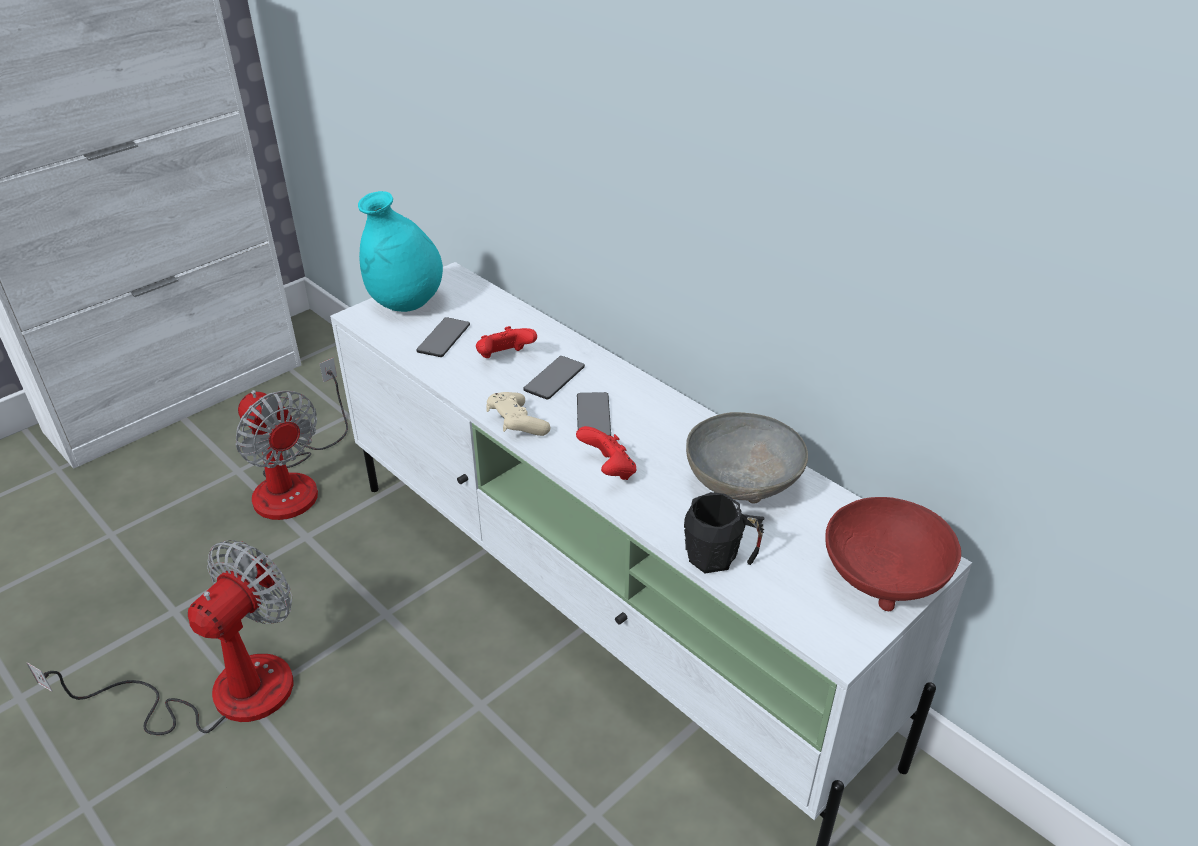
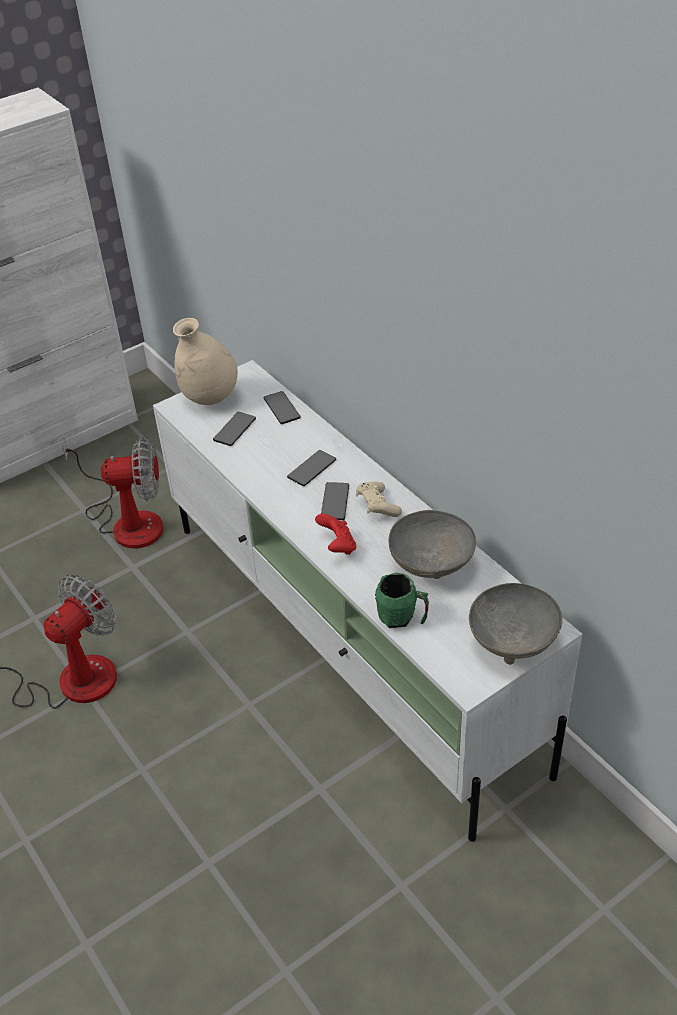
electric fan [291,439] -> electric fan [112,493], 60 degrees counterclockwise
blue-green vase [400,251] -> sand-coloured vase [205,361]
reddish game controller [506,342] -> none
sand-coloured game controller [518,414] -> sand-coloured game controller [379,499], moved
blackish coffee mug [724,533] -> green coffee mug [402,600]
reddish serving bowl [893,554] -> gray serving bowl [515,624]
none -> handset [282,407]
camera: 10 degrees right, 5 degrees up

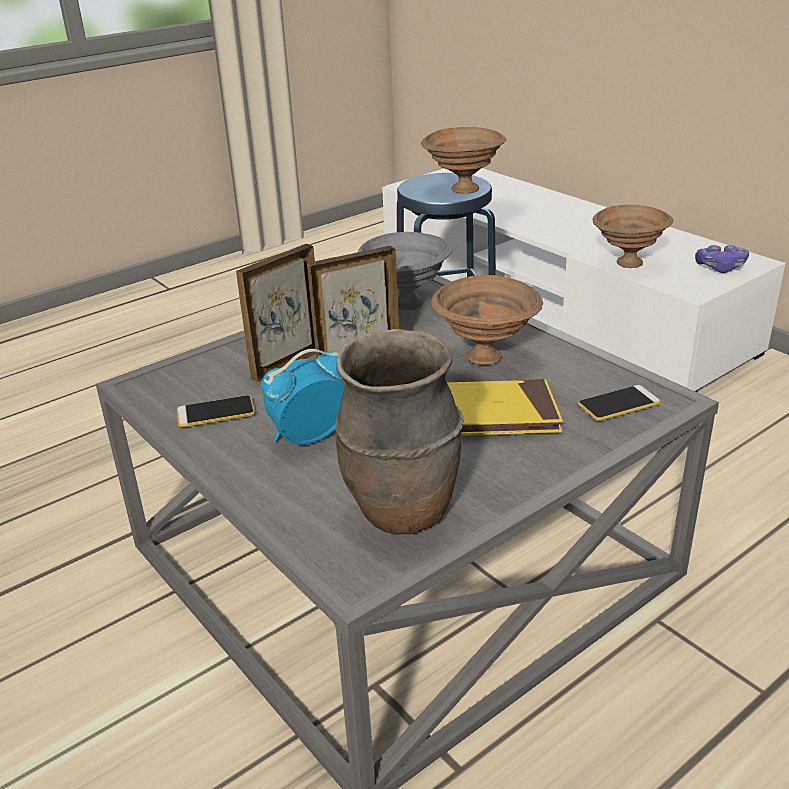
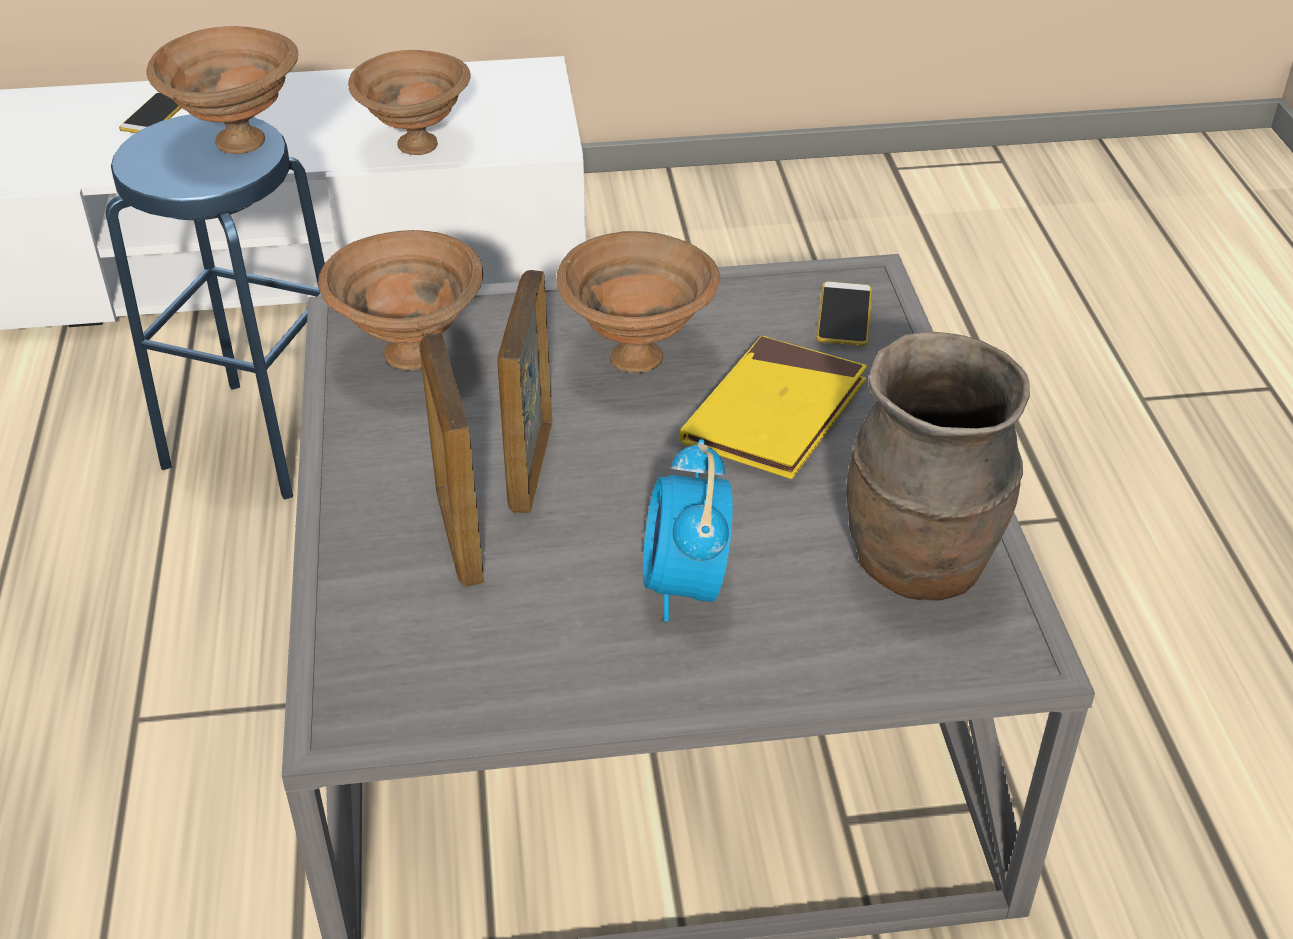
handset [216,411] -> handset [150,113], moved
gray serving bowl [405,271] -> brown serving bowl [400,300]
purple game controller [722,259] -> none
camera: 60 degrees left, 10 degrees up

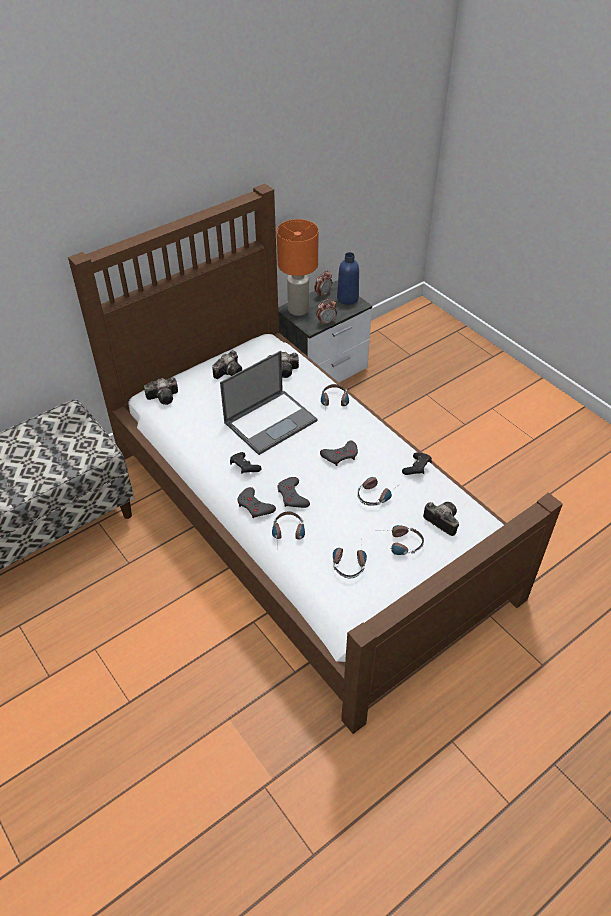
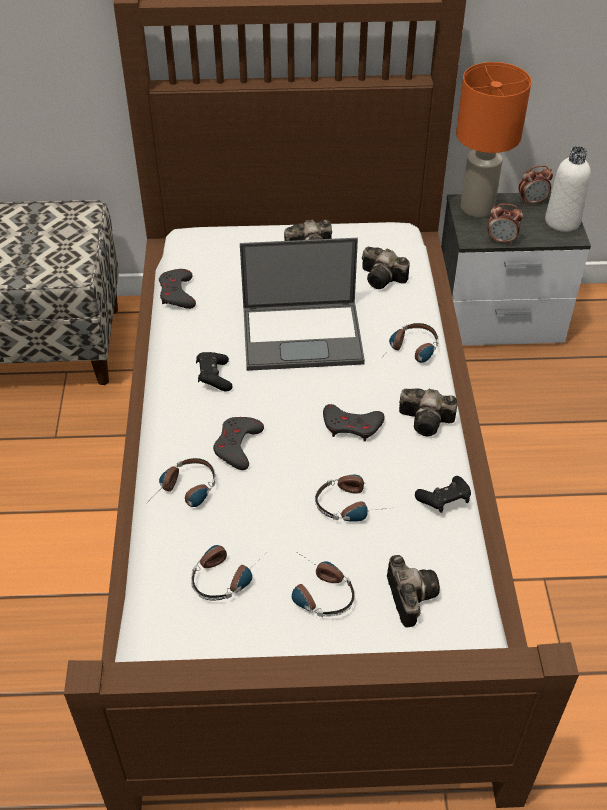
still camera [161,391] -> still camera [428,412], moved
gray game controller [256,502] -> gray game controller [177,289], moved
blue-coloured beverage bottle [348,278] -> whitish beverage bottle [568,189]
camera: 35 degrees right, 0 degrees up

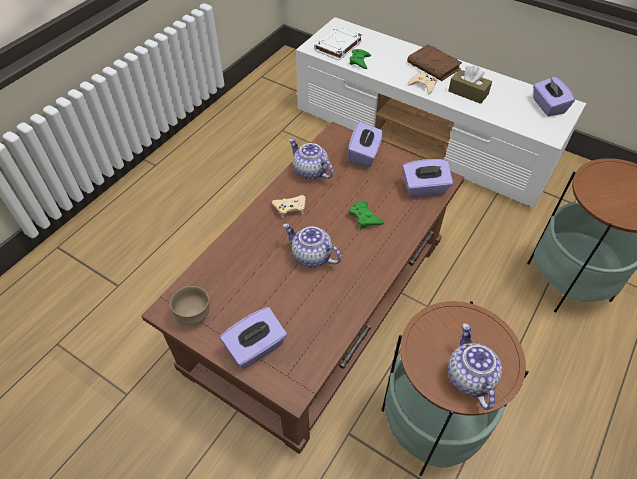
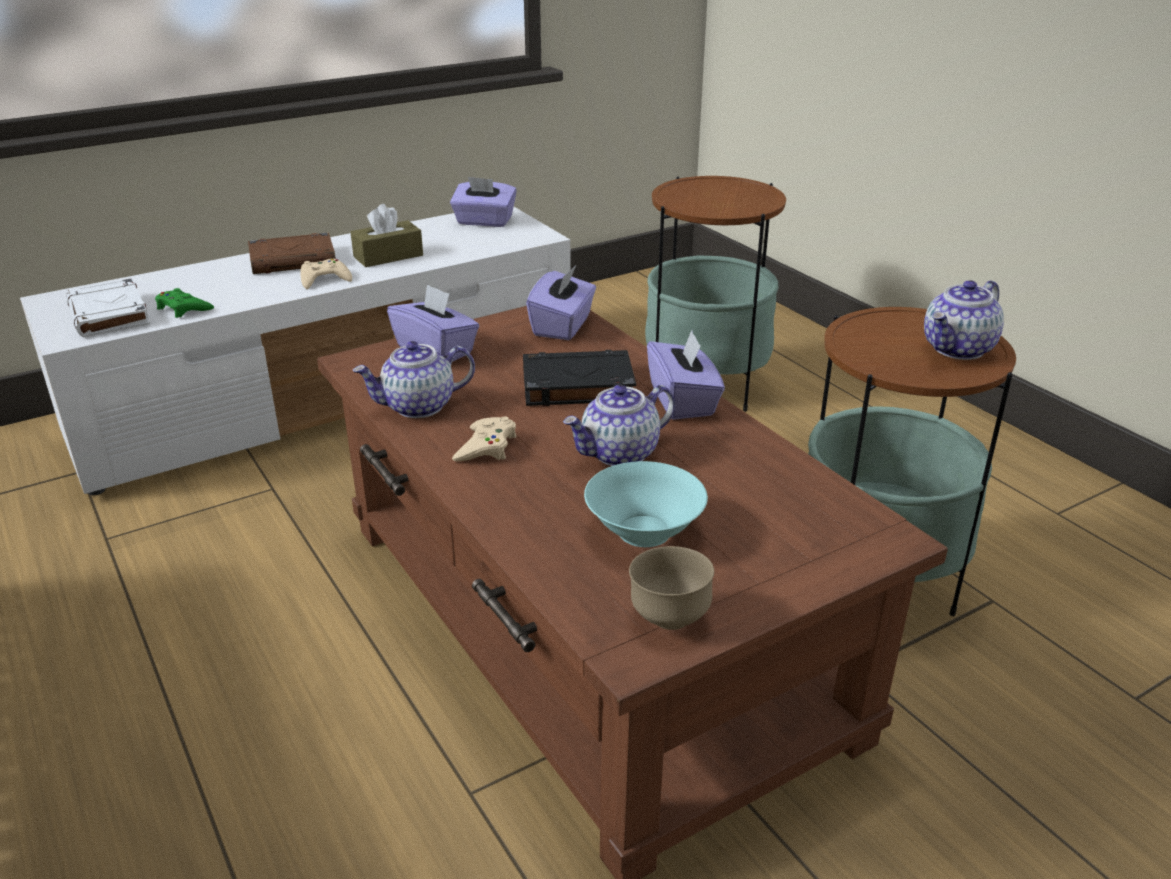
purple tissue holder [253,338] -> purple tissue holder [686,375], moved
green game controller [366,215] -> blackish volume [579,378]
tea pot [475,366] -> tea pot [964,320], 60 degrees counterclockwise
none -> blue-green serving bowl [646,504]
camera: 65 degrees left, 20 degrees down

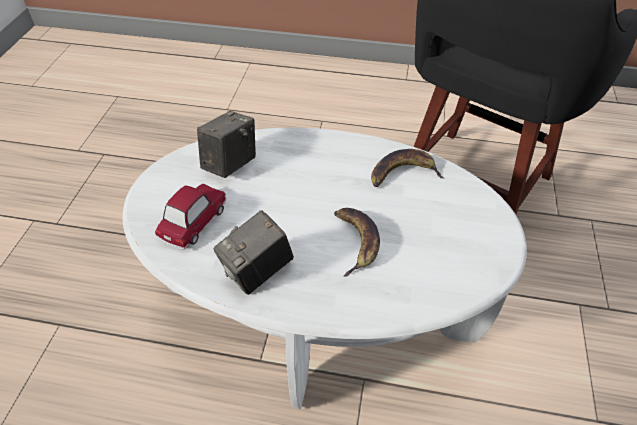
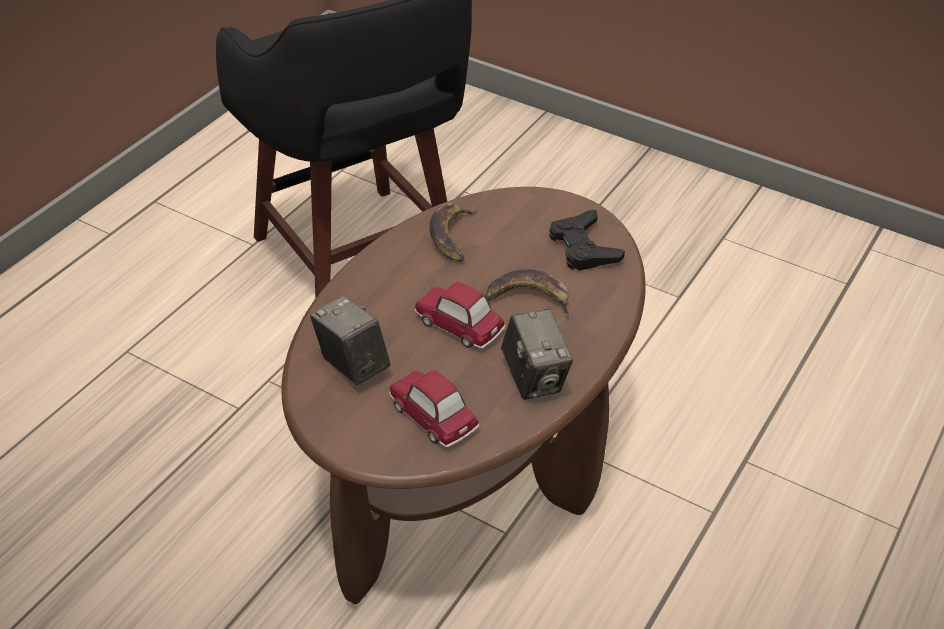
whitish lounge table [325,268] -> brown lounge table [464,395]
none -> model car [460,315]
none -> blackish game controller [587,240]
camera: 70 degrees left, 5 degrees down

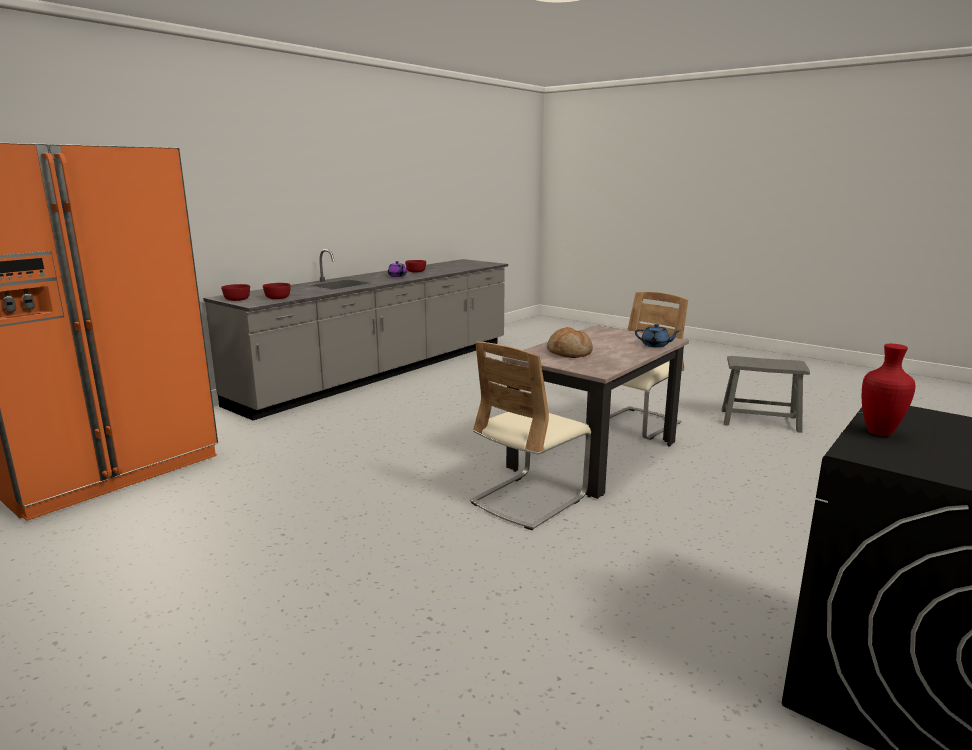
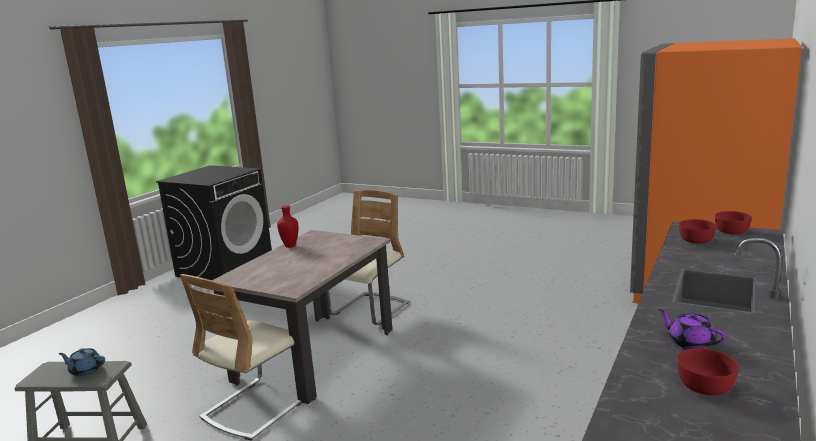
bread [570,342] -> none
blue-coloured tea pot [657,335] -> blue-coloured tea pot [82,362], moved
reddish vase [889,390] -> reddish vase [287,226], moved
camera: 170 degrees right, 0 degrees up

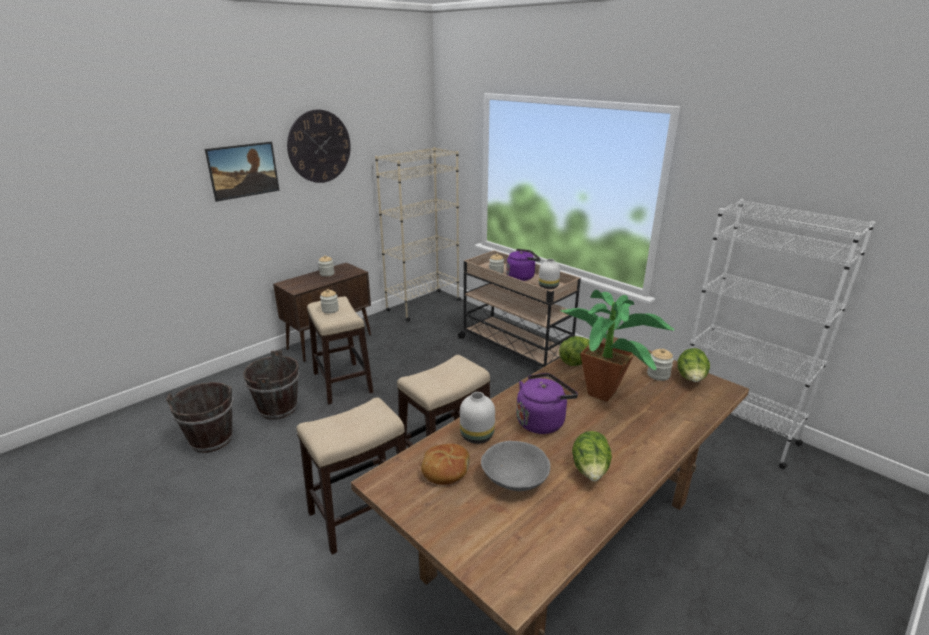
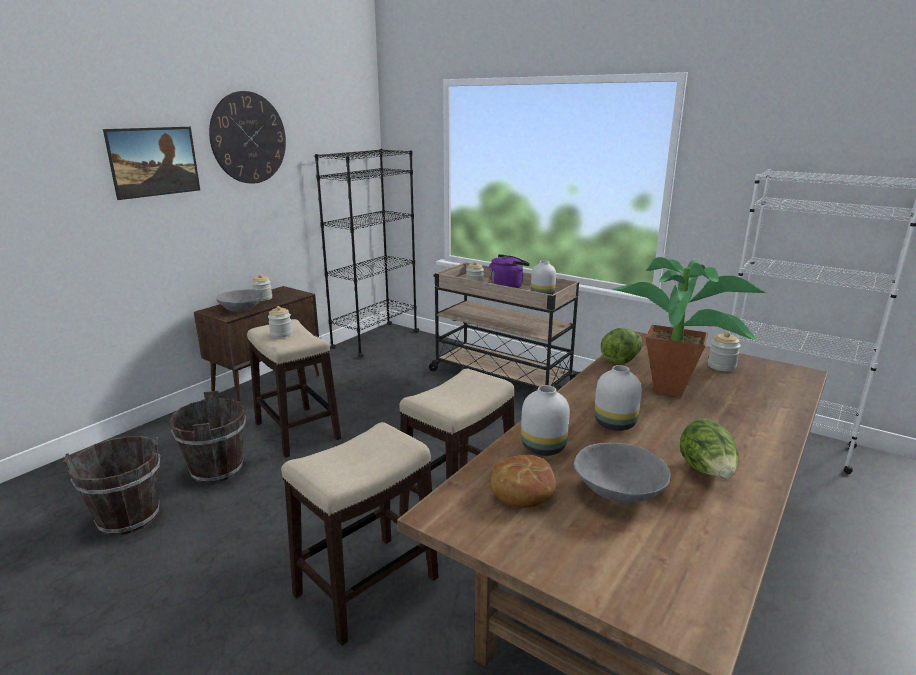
sand-coloured bookcase [418,234] -> blackish bookcase [367,253]
purple tea kettle [547,403] -> whitish vase [618,398]
head of lettuce [693,365] -> none
none -> gray serving bowl [240,300]
camera: 10 degrees left, 5 degrees down

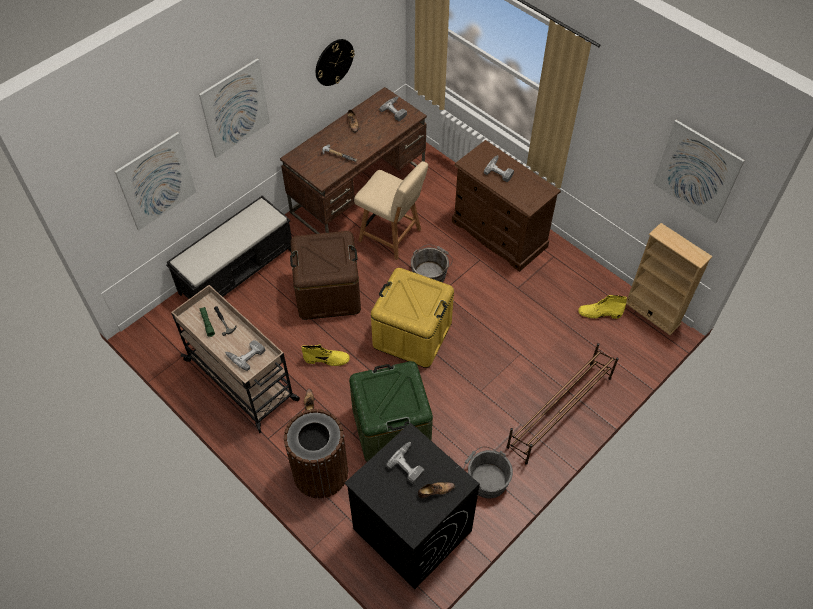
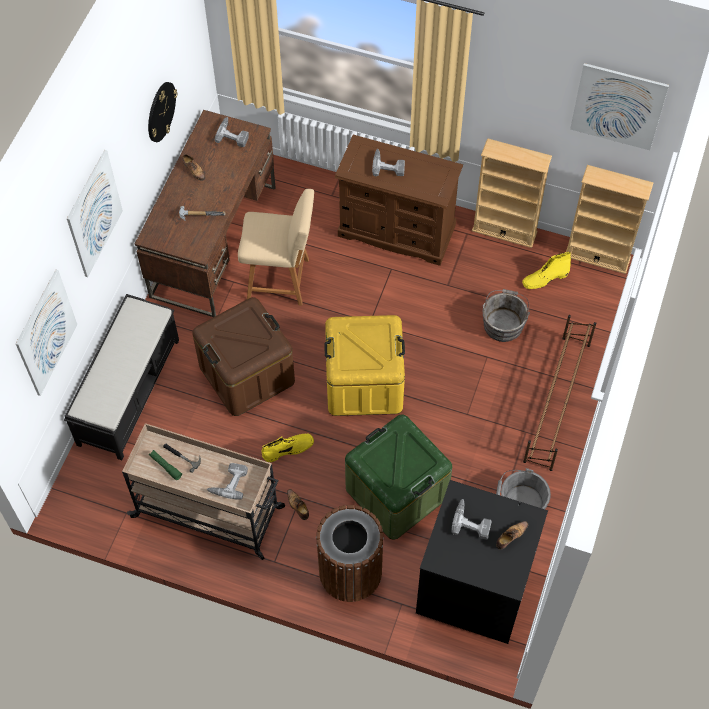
gray water bucket [432,263] -> gray water bucket [506,315], moved
none -> sand-coloured bookcase [512,193]
camera: 25 degrees left, 5 degrees up

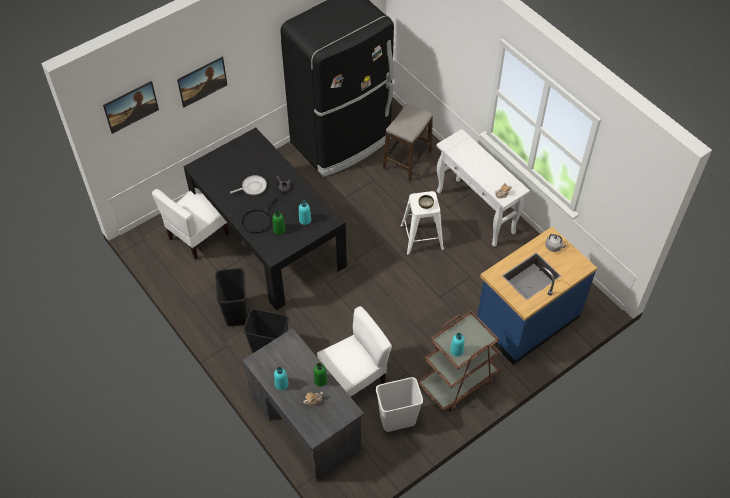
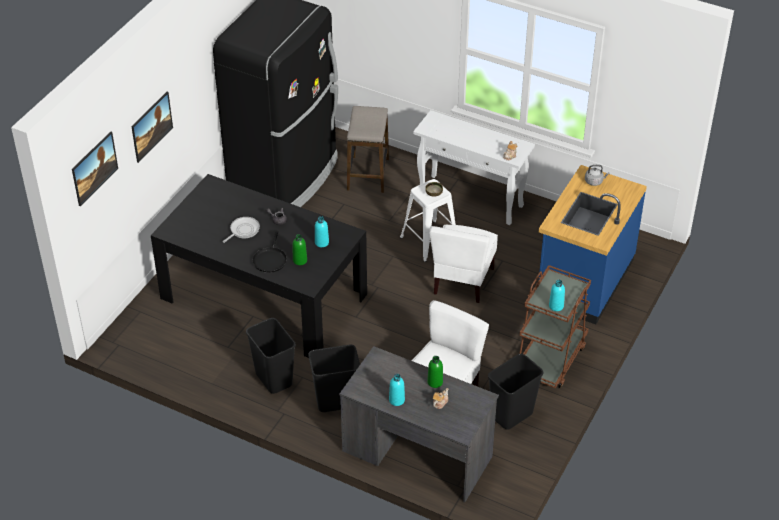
whitish chair [190,223] -> whitish chair [463,264], moved
whitish trash can [399,404] -> blackish trash can [515,392]
camera: 25 degrees left, 10 degrees down

